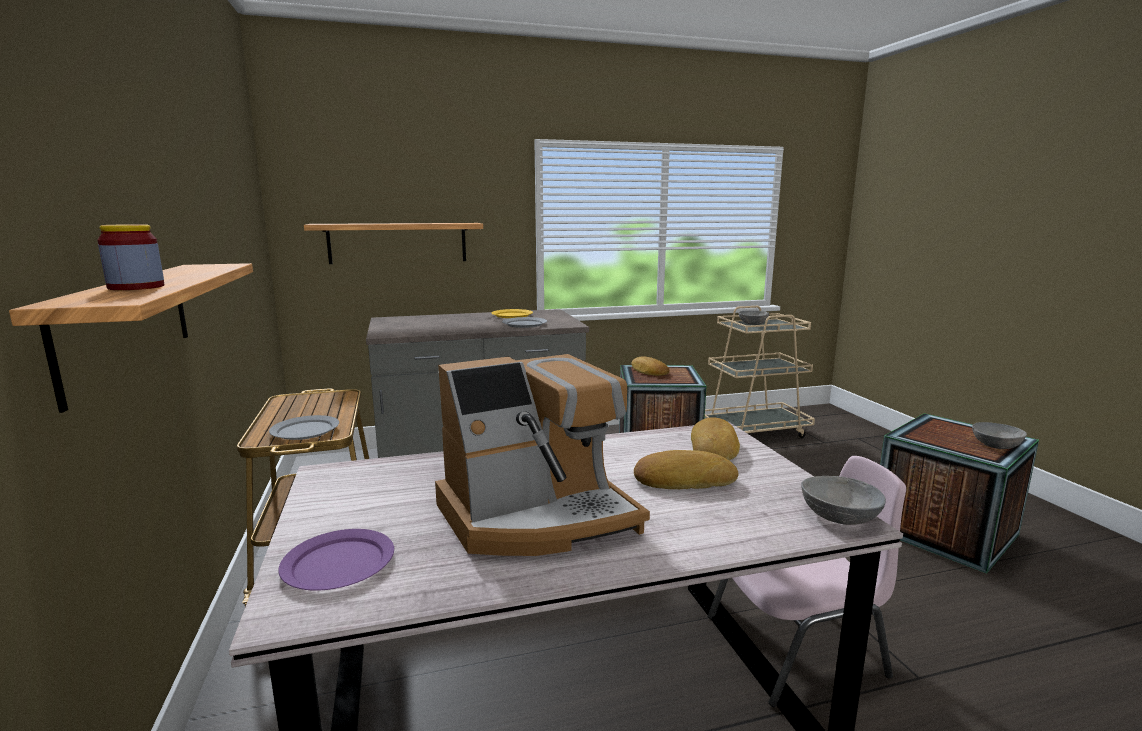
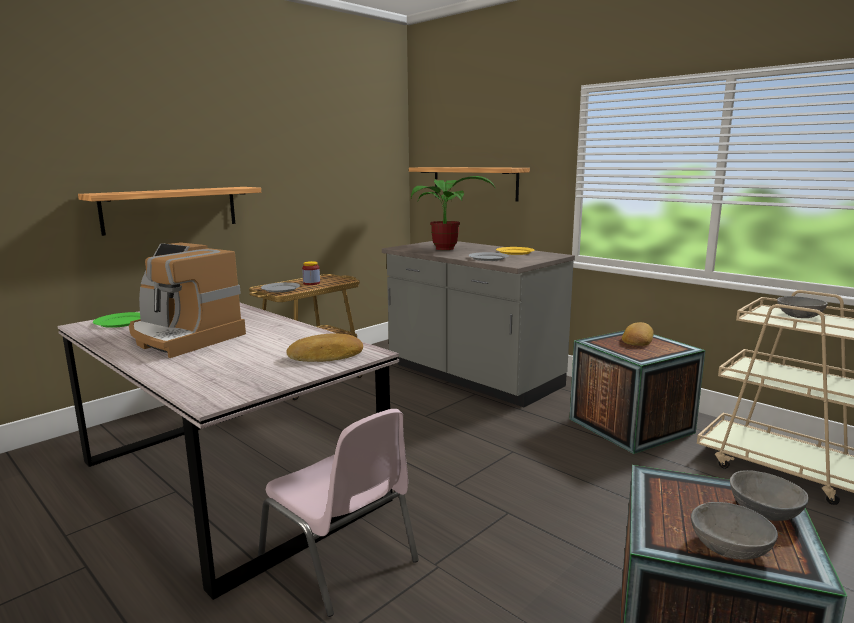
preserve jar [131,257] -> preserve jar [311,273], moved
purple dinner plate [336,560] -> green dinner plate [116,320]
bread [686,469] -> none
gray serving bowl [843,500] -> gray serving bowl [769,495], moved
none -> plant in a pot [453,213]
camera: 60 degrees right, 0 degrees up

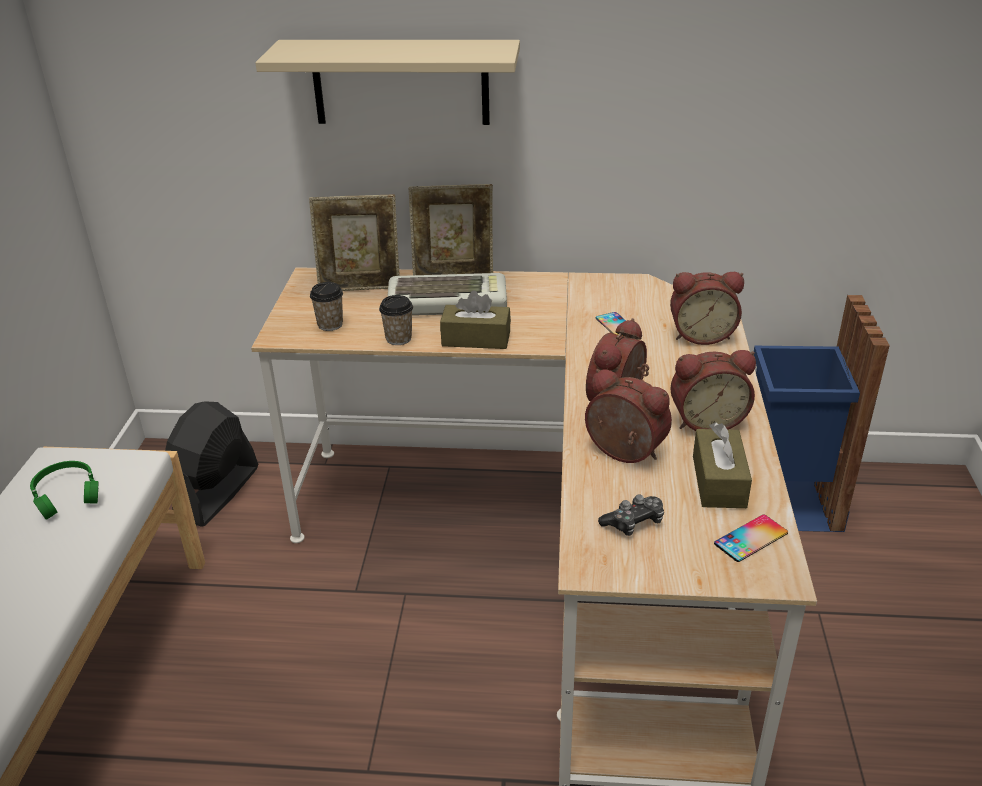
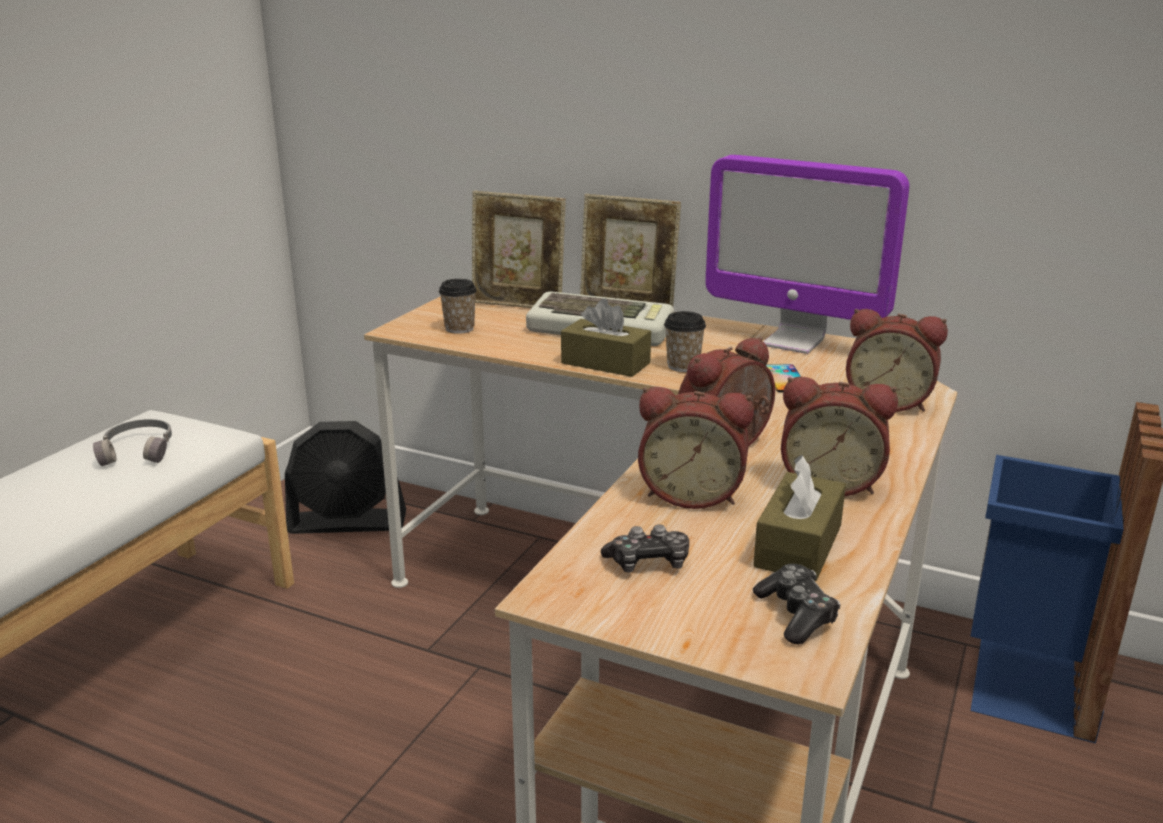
green headphones [64,490] -> gray headphones [132,442]
blackish electric fan [211,464] -> blackish electric fan [345,477], 135 degrees counterclockwise
sand-coloured bracket shelf [387,82] -> none
cup [396,320] -> cup [685,341], moved
alarm clock [628,416] -> alarm clock [696,448], 135 degrees clockwise
handset [751,538] -> game controller [797,604]
none -> computer screen [807,254]
camera: 20 degrees right, 10 degrees down

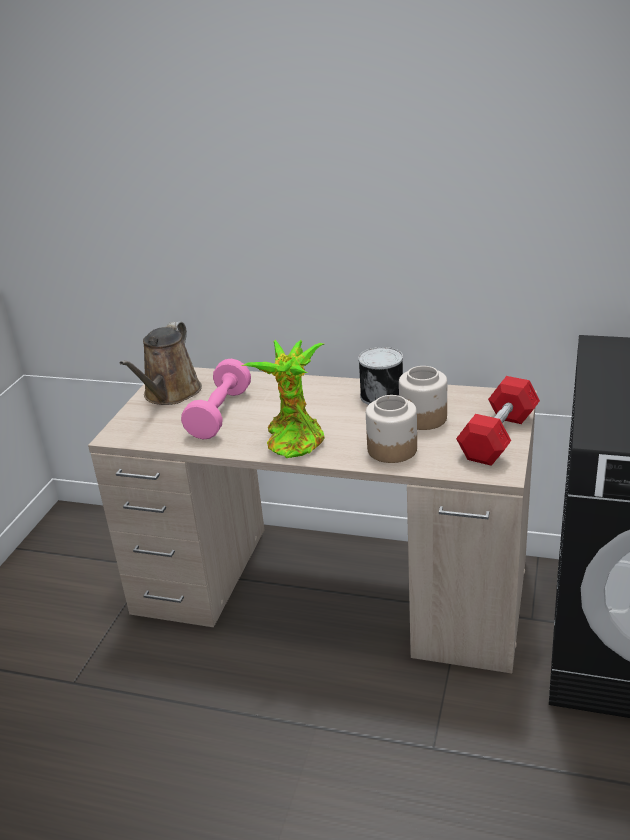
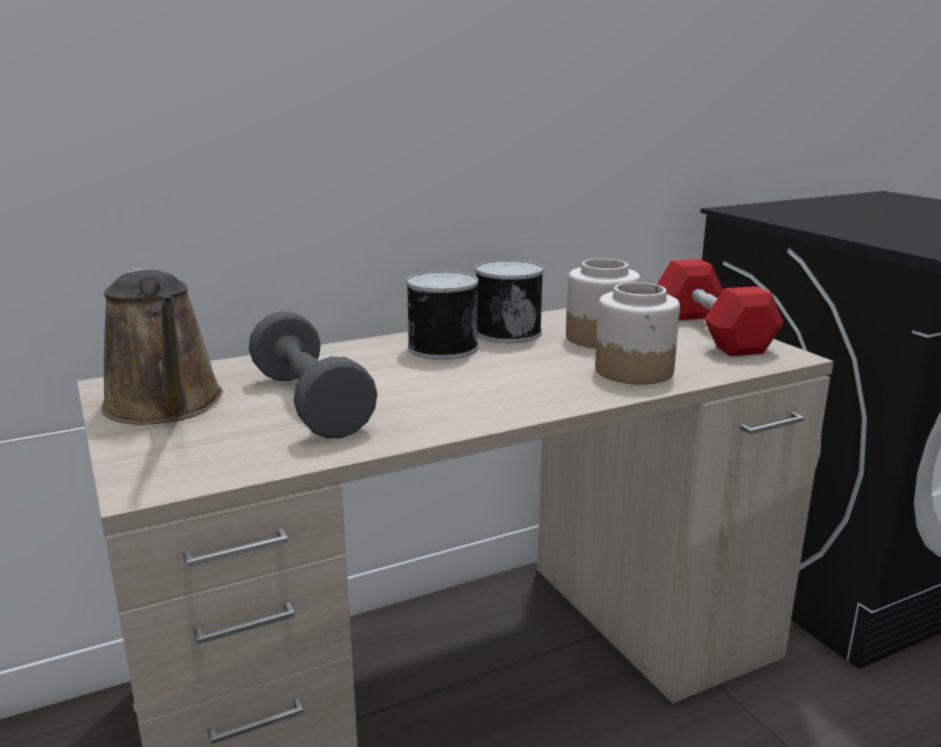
pink-coloured dumbbell [216,399] -> gray dumbbell [313,374]
plant in a pot [283,399] -> none
none -> can [442,315]
camera: 45 degrees left, 10 degrees down

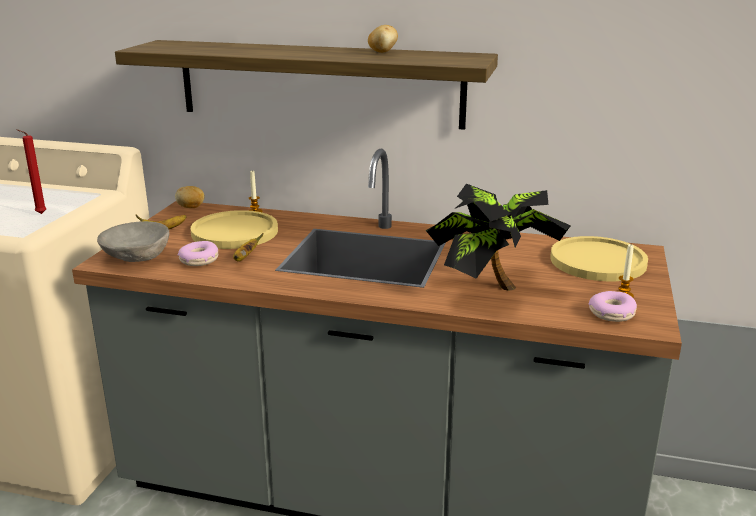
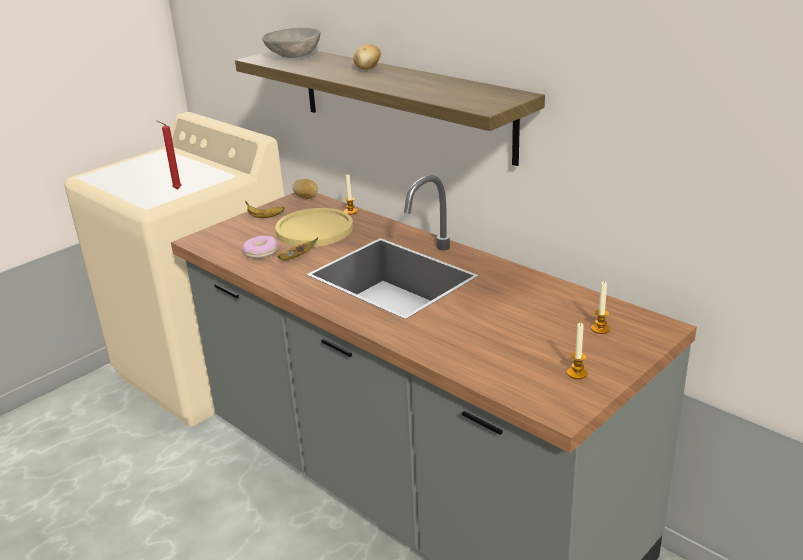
gray serving bowl [133,241] -> gray serving bowl [291,43], moved
spud [383,39] -> spud [367,57], moved
plant in a pot [498,237] -> none
yellow dinner plate [599,258] -> wax candle [600,307]
doughnut [613,306] -> none
camera: 30 degrees right, 5 degrees up

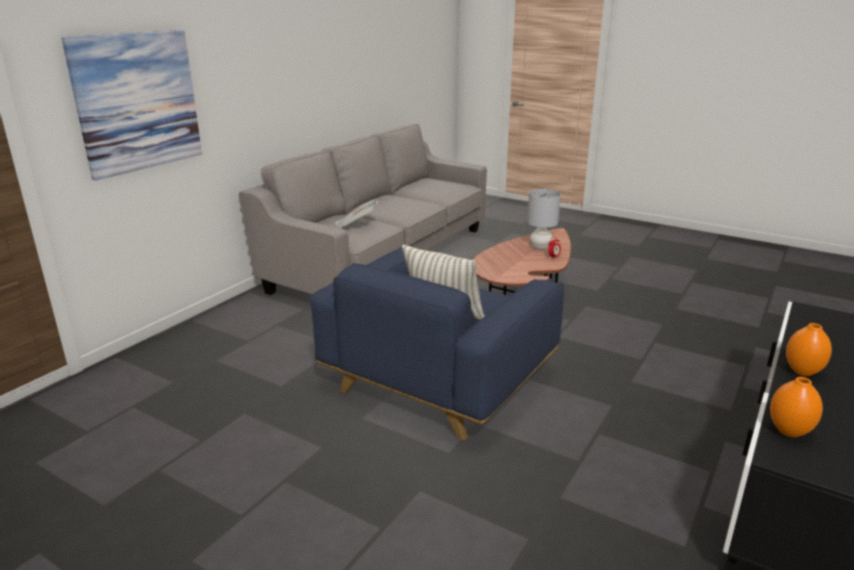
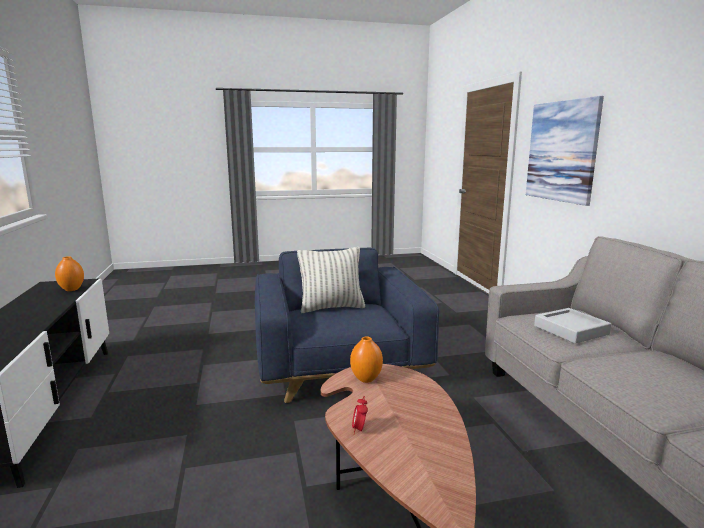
printed paper [356,214] -> gray tray [572,326]
gray table lamp [544,219] -> none
orangey vase [809,349] -> orangey vase [366,359], moved
camera: 135 degrees right, 10 degrees down

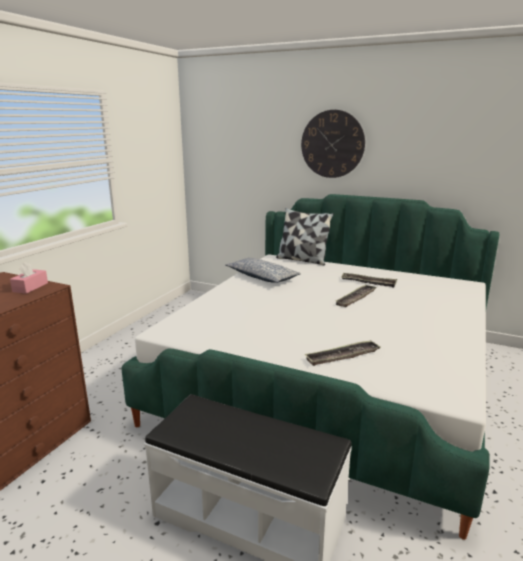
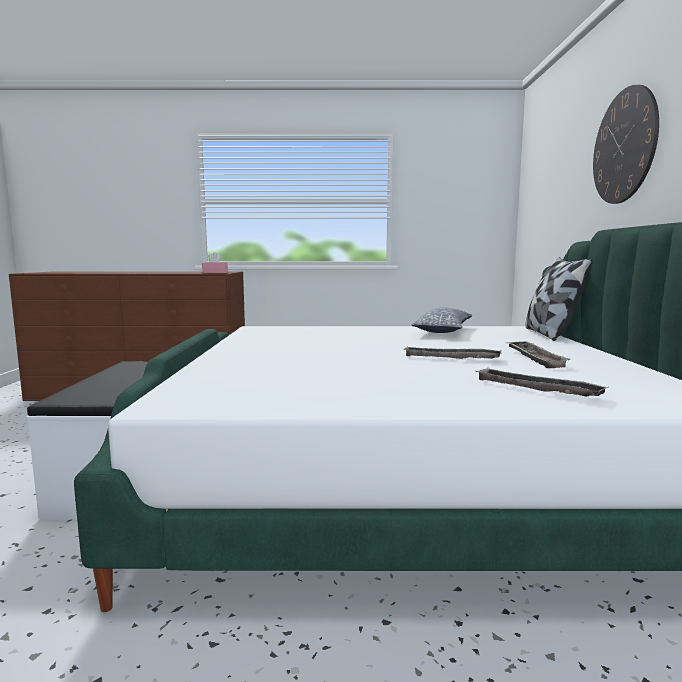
tray [342,353] -> tray [542,382], moved
camera: 65 degrees right, 10 degrees down

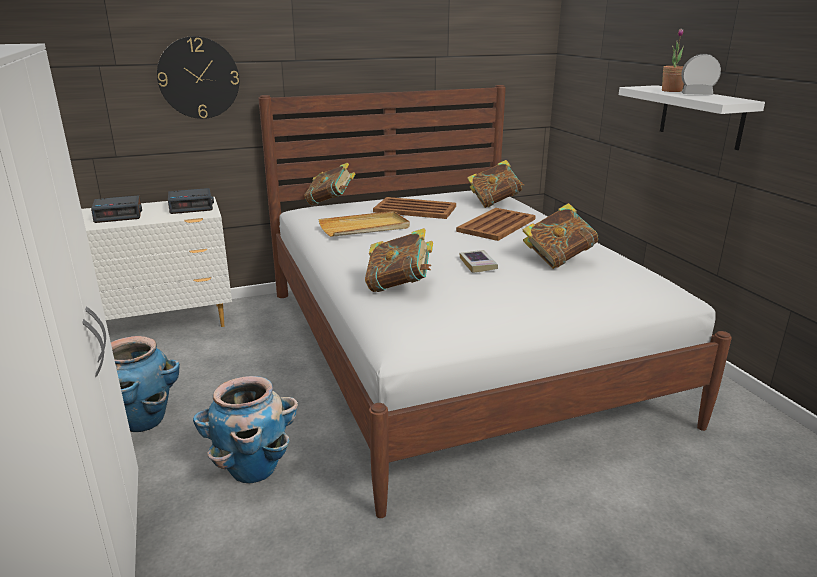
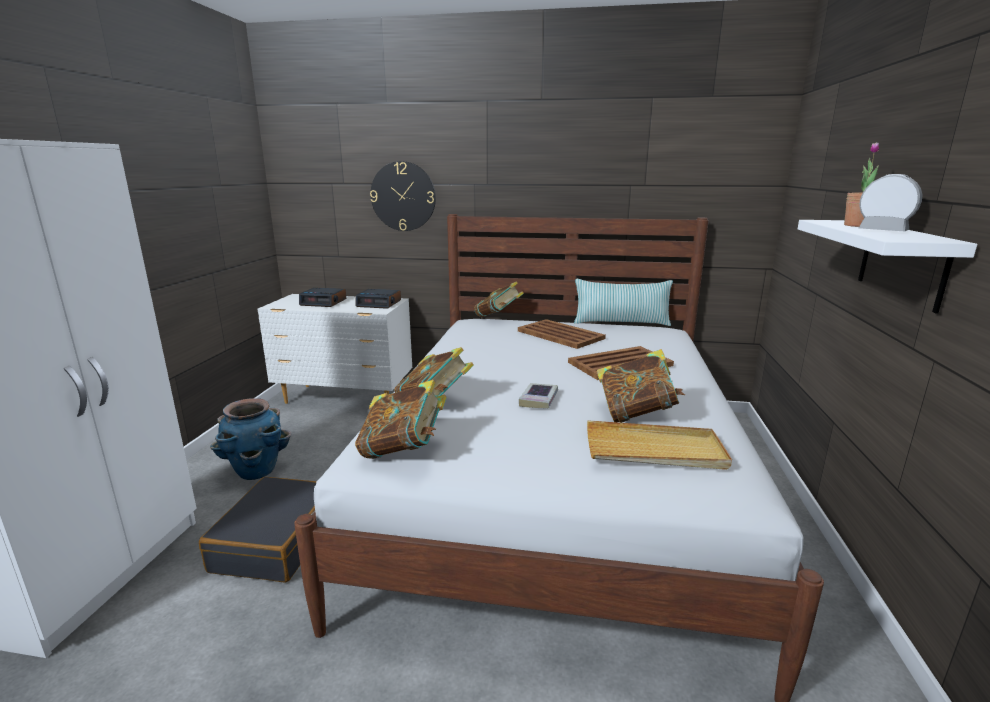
plant pot [245,430] -> blackish suitcase [258,530]
sand-coloured tray [364,224] -> sand-coloured tray [659,445], moved
volume [495,184] -> volume [401,419], moved
none -> throw pillow [623,302]
camera: 30 degrees right, 5 degrees down

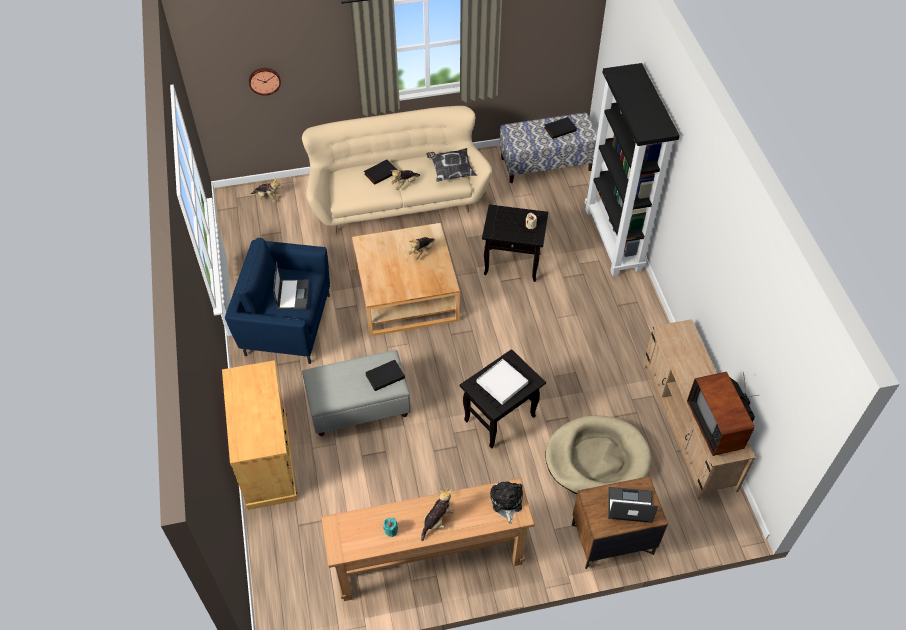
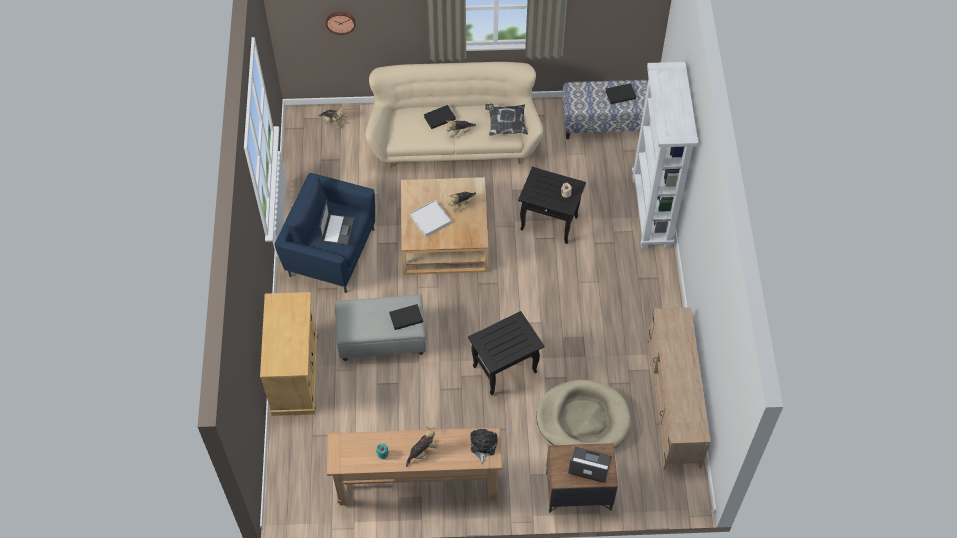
whitish tray [503,382] -> whitish tray [430,218], moved
blackish bookcase [632,169] -> whitish bookcase [665,155]
TV [722,414] -> none
camera: 10 degrees right, 5 degrees up

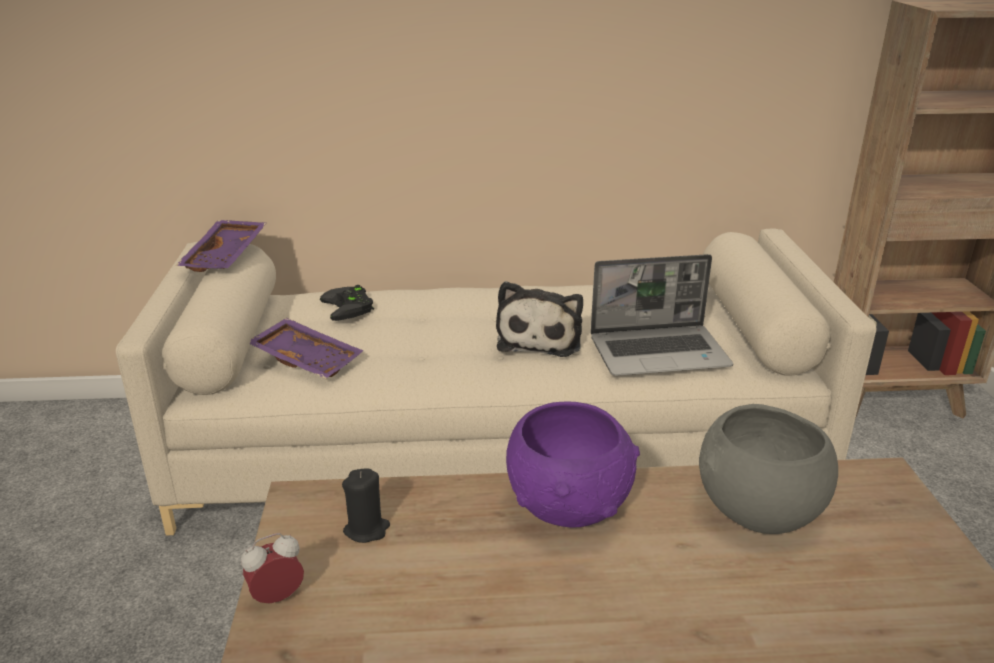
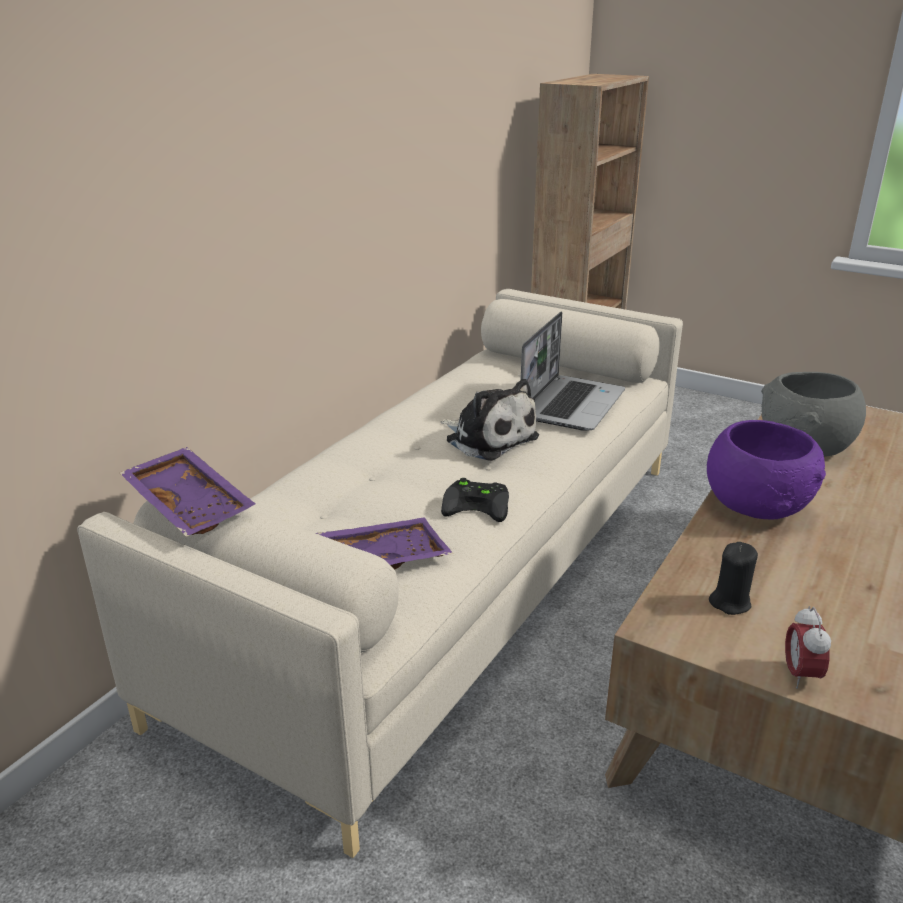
blackish game controller [347,303] -> blackish game controller [475,500], moved
camera: 55 degrees left, 0 degrees up

